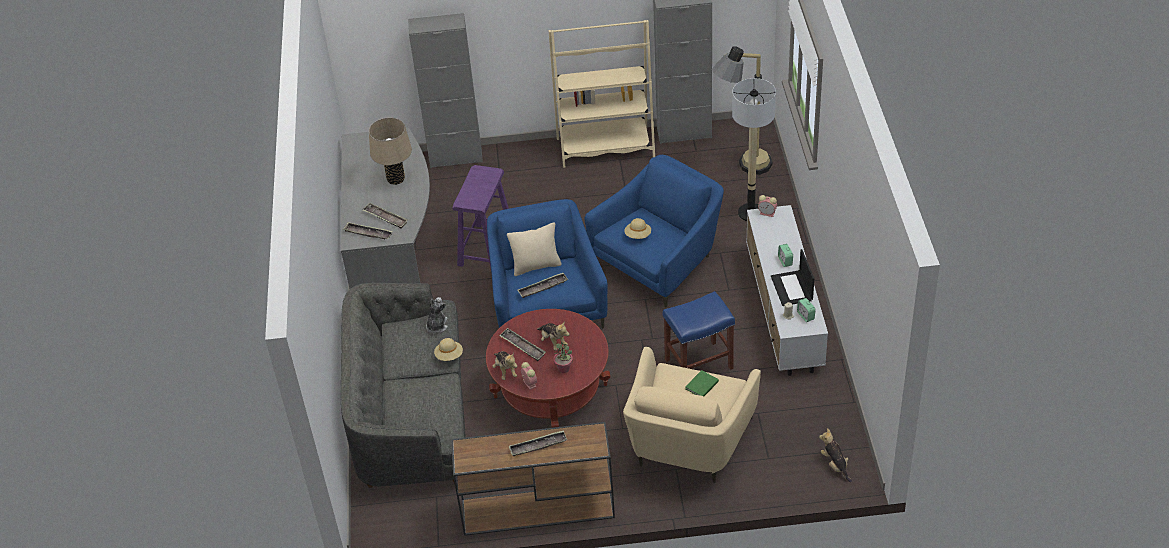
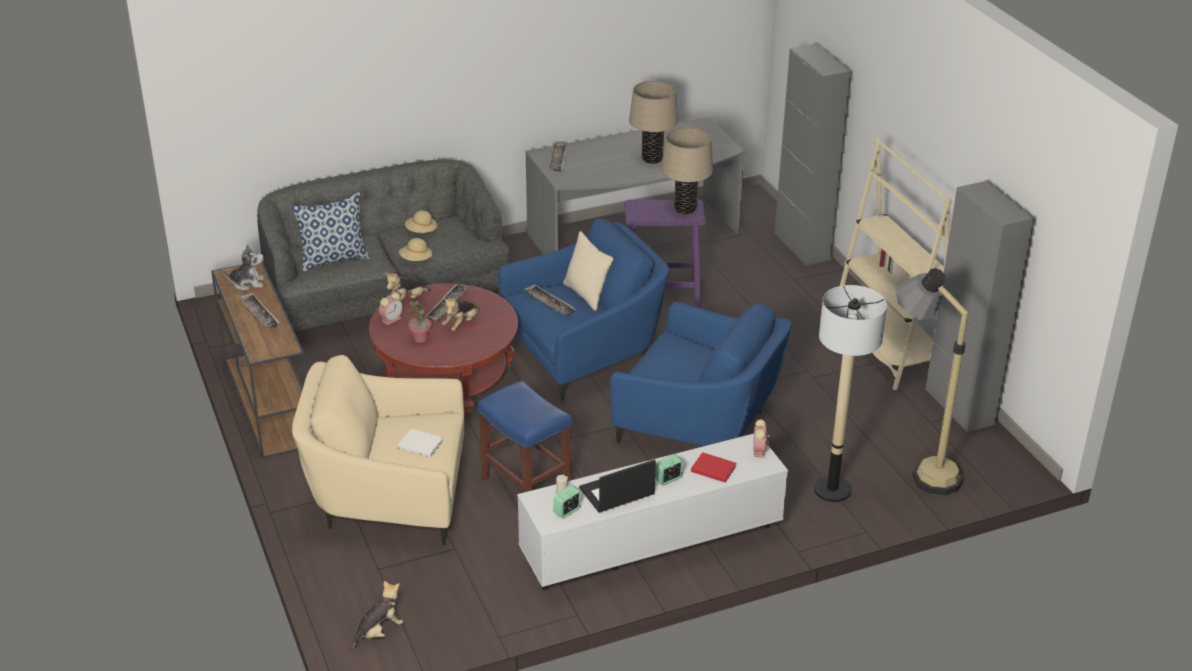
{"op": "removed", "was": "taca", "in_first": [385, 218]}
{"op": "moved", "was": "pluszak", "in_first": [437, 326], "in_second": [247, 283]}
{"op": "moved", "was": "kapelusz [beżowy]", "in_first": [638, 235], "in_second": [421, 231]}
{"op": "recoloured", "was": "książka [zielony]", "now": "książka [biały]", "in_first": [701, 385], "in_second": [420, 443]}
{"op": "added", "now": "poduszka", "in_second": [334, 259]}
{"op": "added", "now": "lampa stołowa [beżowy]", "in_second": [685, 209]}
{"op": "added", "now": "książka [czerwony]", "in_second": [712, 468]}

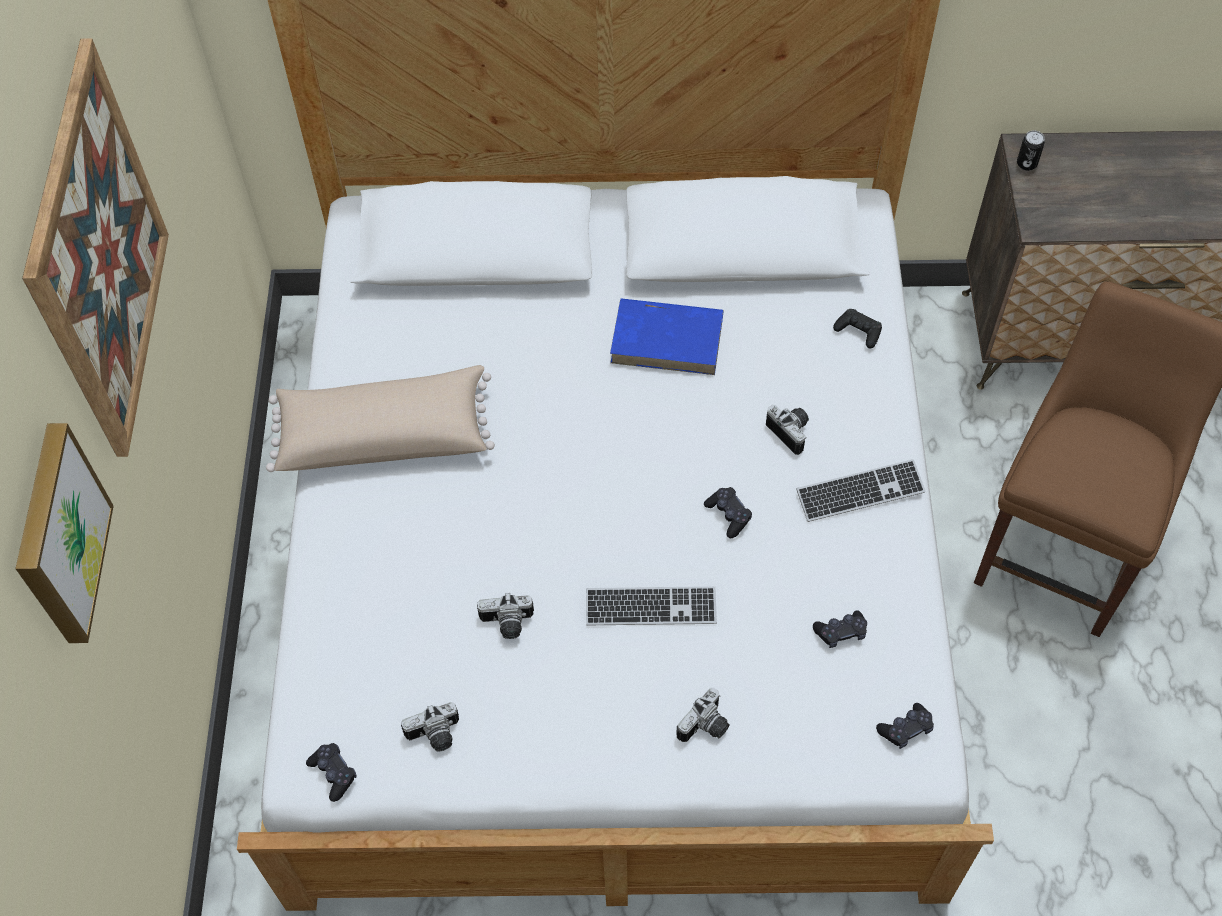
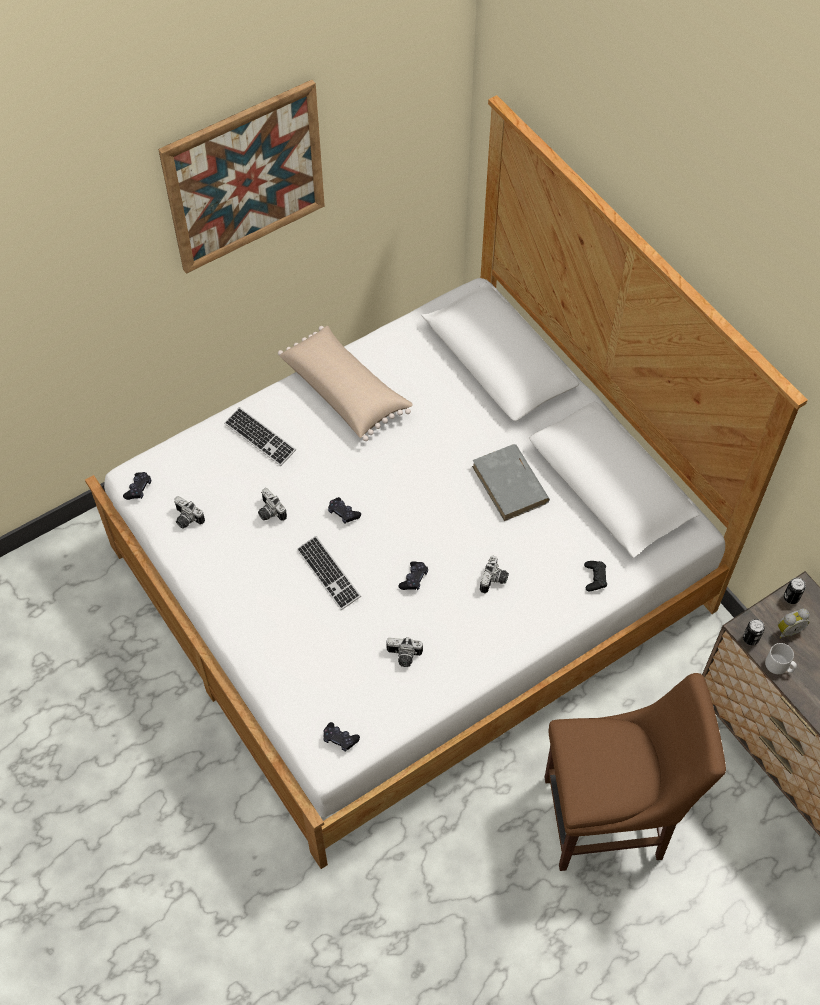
{"op": "removed", "was": "obraz", "in_first": [58, 535]}
{"op": "recoloured", "was": "książka [niebieski]", "now": "książka [szary]", "in_first": [668, 339], "in_second": [510, 485]}
{"op": "moved", "was": "aparat fotograficzny", "in_first": [706, 727], "in_second": [403, 657]}
{"op": "moved", "was": "klawiatura", "in_first": [860, 492], "in_second": [260, 438]}
{"op": "moved", "was": "pad do gier [czarny]", "in_first": [841, 632], "in_second": [343, 513]}
{"op": "added", "now": "puszka", "in_second": [750, 639]}
{"op": "added", "now": "kubek [szary]", "in_second": [779, 666]}
{"op": "added", "now": "budzik", "in_second": [788, 630]}

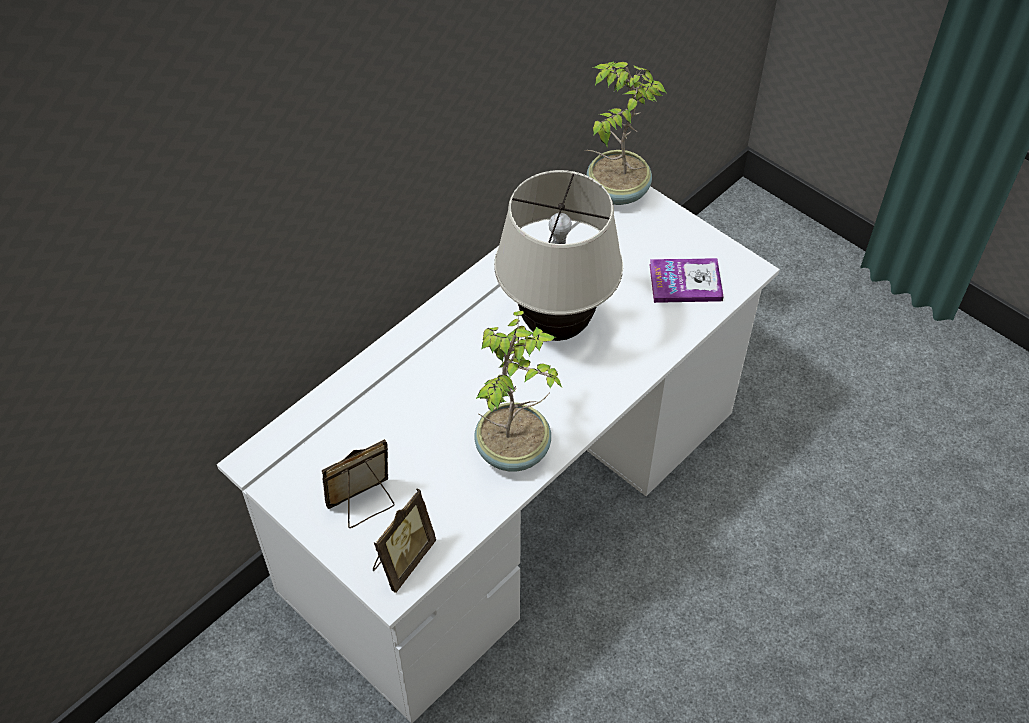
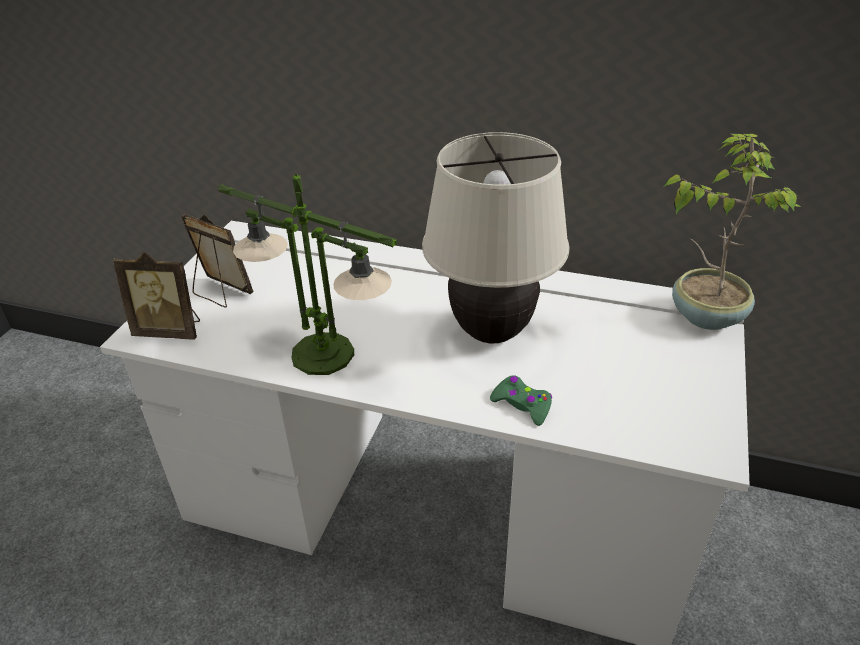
{"op": "replaced", "was": "roślina doniczkowa", "now": "lampa stołowa", "in_first": [515, 449], "in_second": [324, 355]}
{"op": "removed", "was": "książka", "in_first": [685, 282]}
{"op": "added", "now": "pad do gier [zielony]", "in_second": [522, 405]}

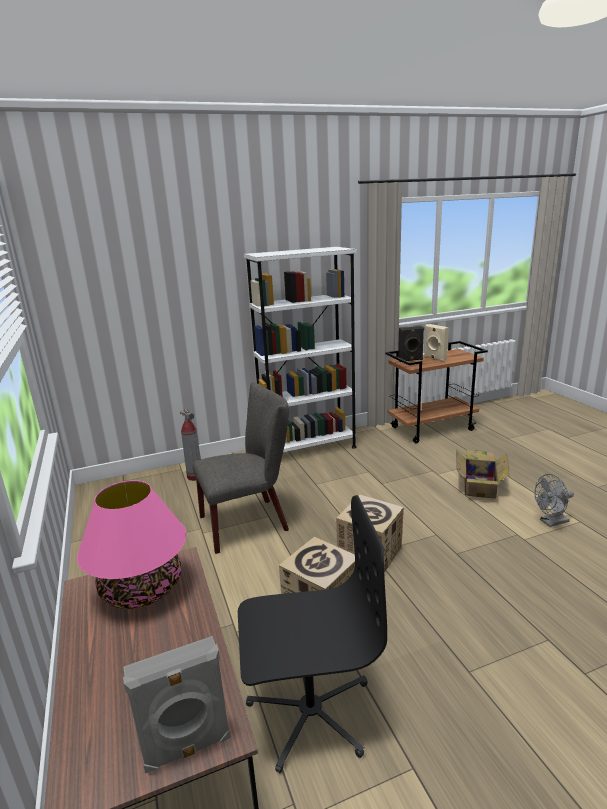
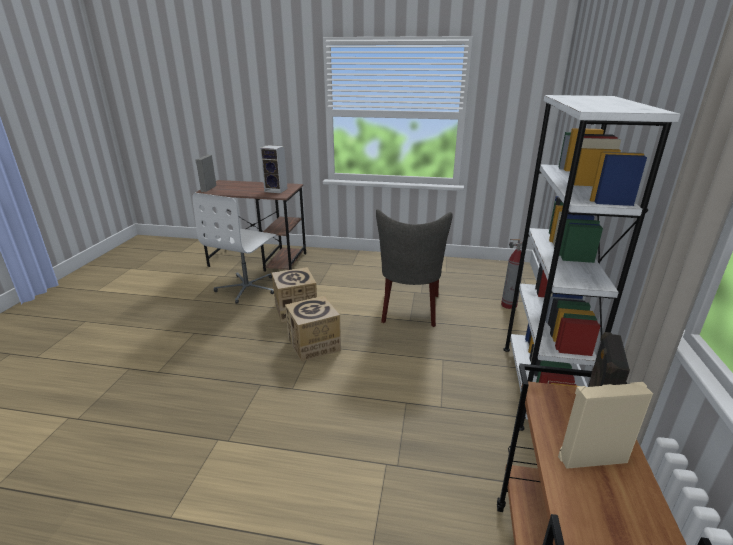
{"op": "replaced", "was": "lampa stołowa [różowy]", "now": "głośnik", "in_first": [141, 588], "in_second": [277, 190]}
{"op": "recoloured", "was": "krzesło biurowe [czarny]", "now": "krzesło biurowe [biały]", "in_first": [310, 711], "in_second": [247, 288]}
{"op": "removed", "was": "karton", "in_first": [480, 485]}
{"op": "removed", "was": "wentylator [szary]", "in_first": [551, 522]}

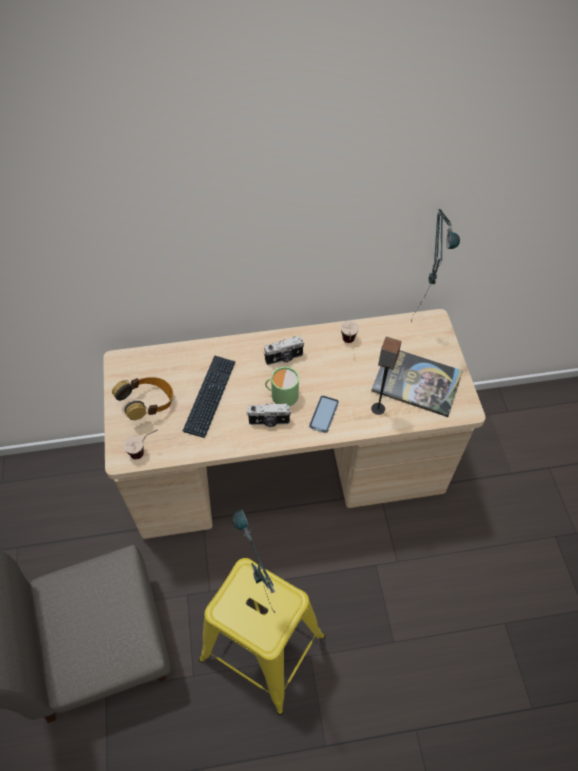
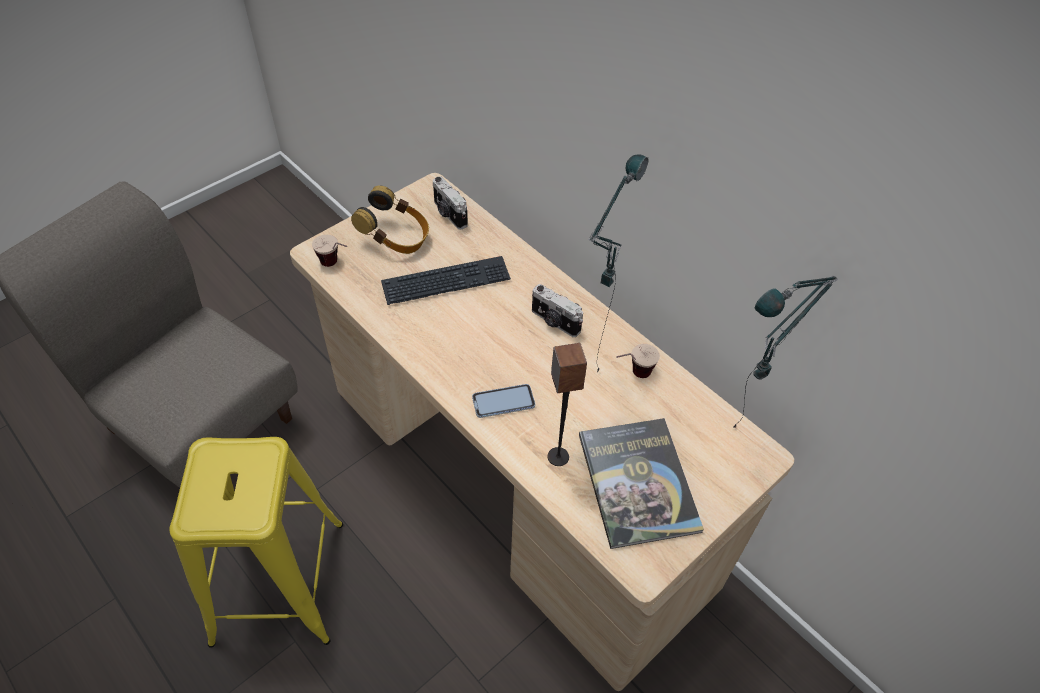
{"op": "moved", "was": "lampa stołowa", "in_first": [262, 607], "in_second": [593, 358]}
{"op": "moved", "was": "aparat fotograficzny", "in_first": [269, 422], "in_second": [449, 214]}
{"op": "removed", "was": "kubek [zielony]", "in_first": [282, 394]}

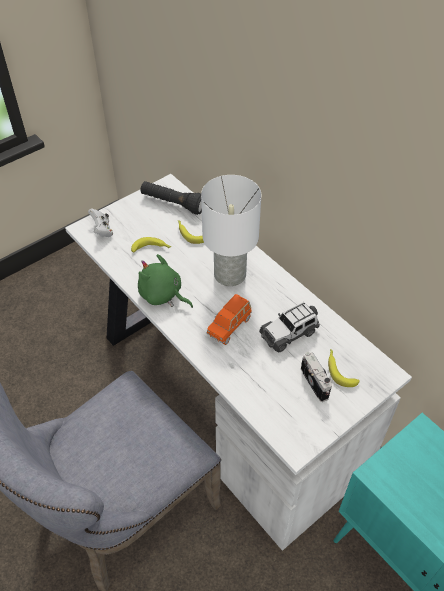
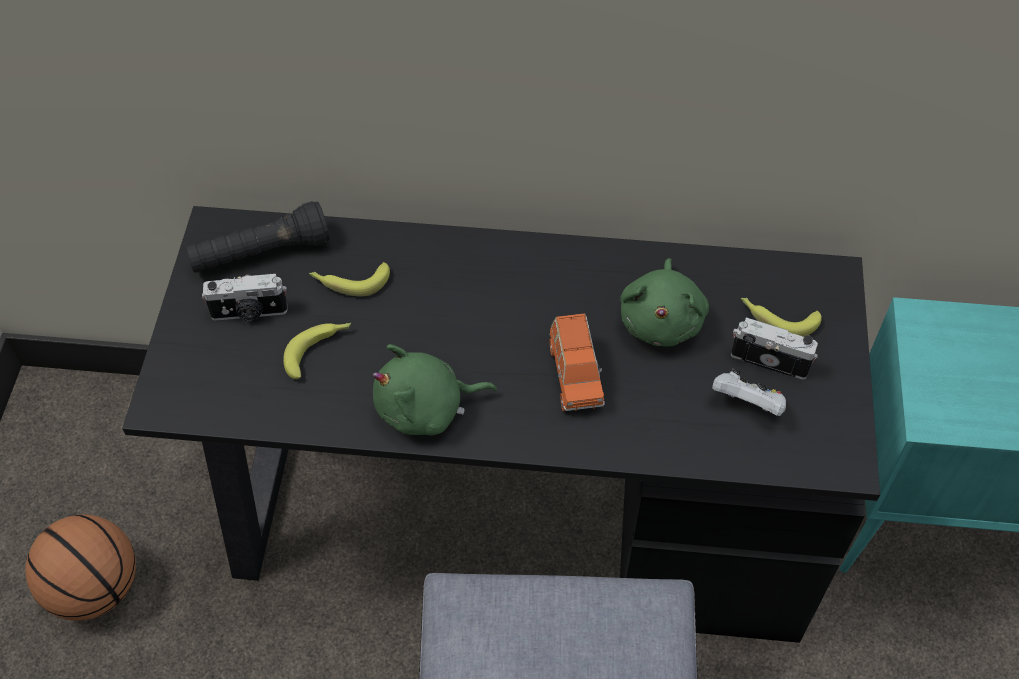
{"op": "recoloured", "was": "biurko [biały]", "now": "biurko [czarny]", "in_first": [222, 397], "in_second": [509, 513]}
{"op": "moved", "was": "pad do gier [biały]", "in_first": [102, 230], "in_second": [747, 404]}
{"op": "removed", "was": "lampa stołowa [biały]", "in_first": [231, 275]}
{"op": "replaced", "was": "samochodzik", "now": "pluszak [zielony]", "in_first": [289, 333], "in_second": [662, 319]}
{"op": "added", "now": "piłka do koszykówki", "in_second": [95, 588]}
{"op": "added", "now": "aparat fotograficzny", "in_second": [249, 313]}

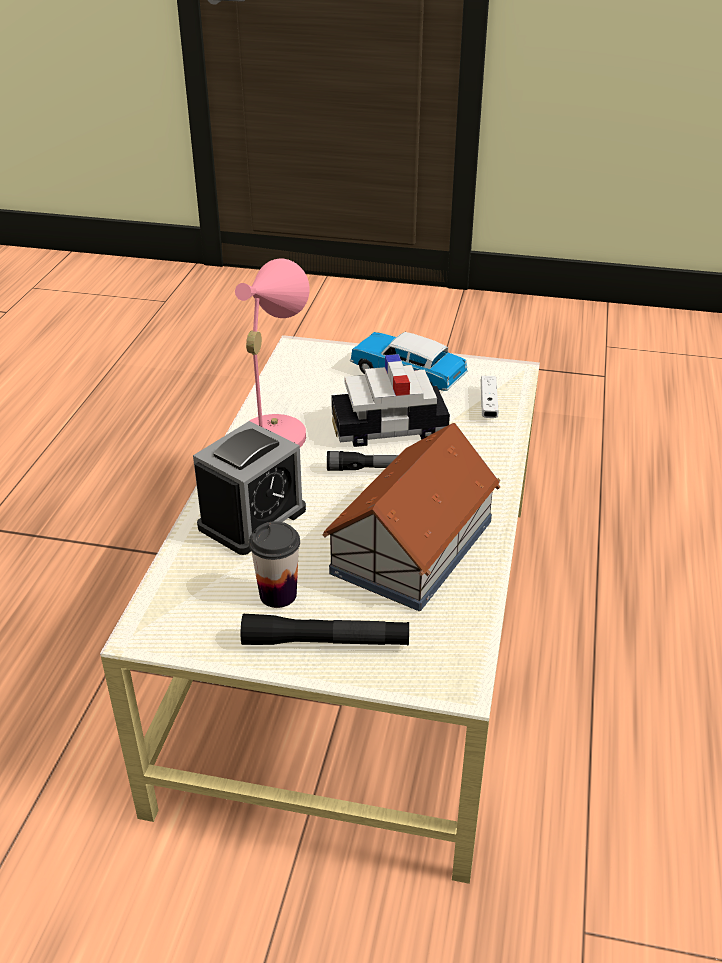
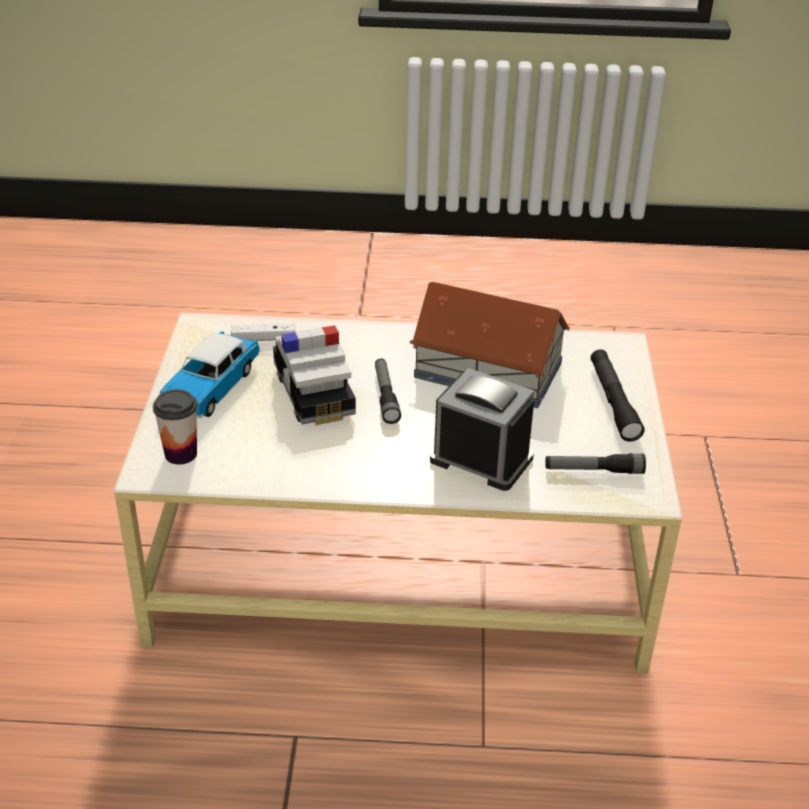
{"op": "removed", "was": "lampa stołowa [różowy]", "in_first": [274, 431]}
{"op": "moved", "was": "filiżanka", "in_first": [278, 594], "in_second": [181, 454]}
{"op": "added", "now": "latarka", "in_second": [593, 470]}

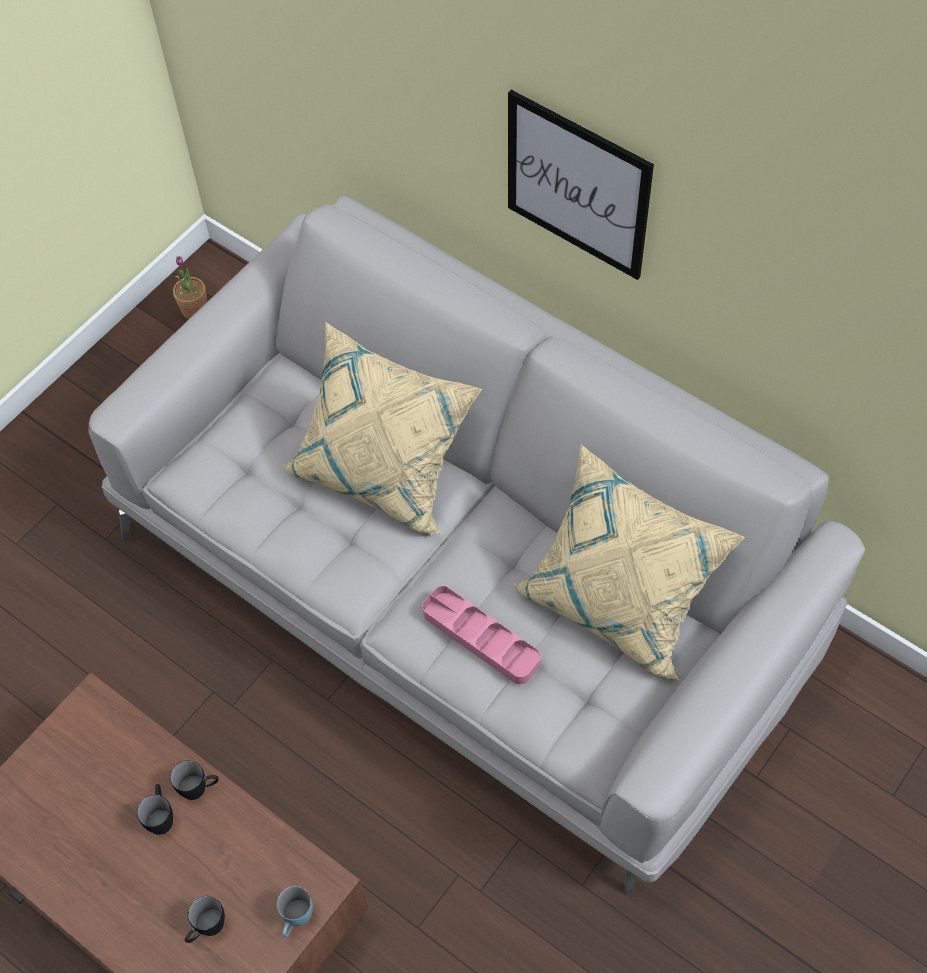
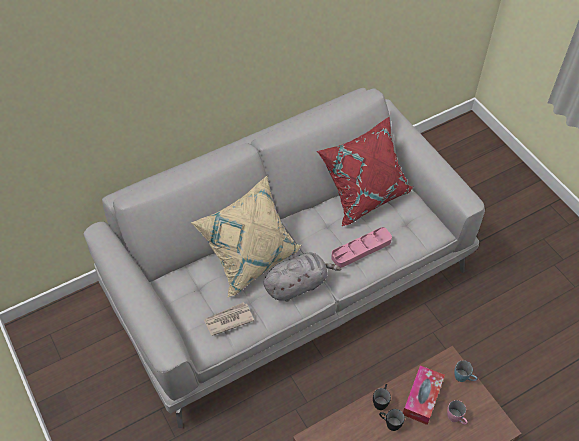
{"op": "removed", "was": "roślina doniczkowa", "in_first": [194, 309]}
{"op": "recoloured", "was": "kubek [czarny]", "now": "kubek [różowy]", "in_first": [207, 929], "in_second": [456, 418]}
{"op": "removed", "was": "obraz", "in_first": [577, 185]}
{"op": "recoloured", "was": "poduszka [beżowy]", "now": "poduszka [czerwony]", "in_first": [619, 600], "in_second": [364, 194]}
{"op": "added", "now": "gazeta", "in_second": [228, 320]}
{"op": "added", "now": "pluszak [szary]", "in_second": [298, 284]}
{"op": "added", "now": "pudełko chusteczek", "in_second": [422, 398]}

